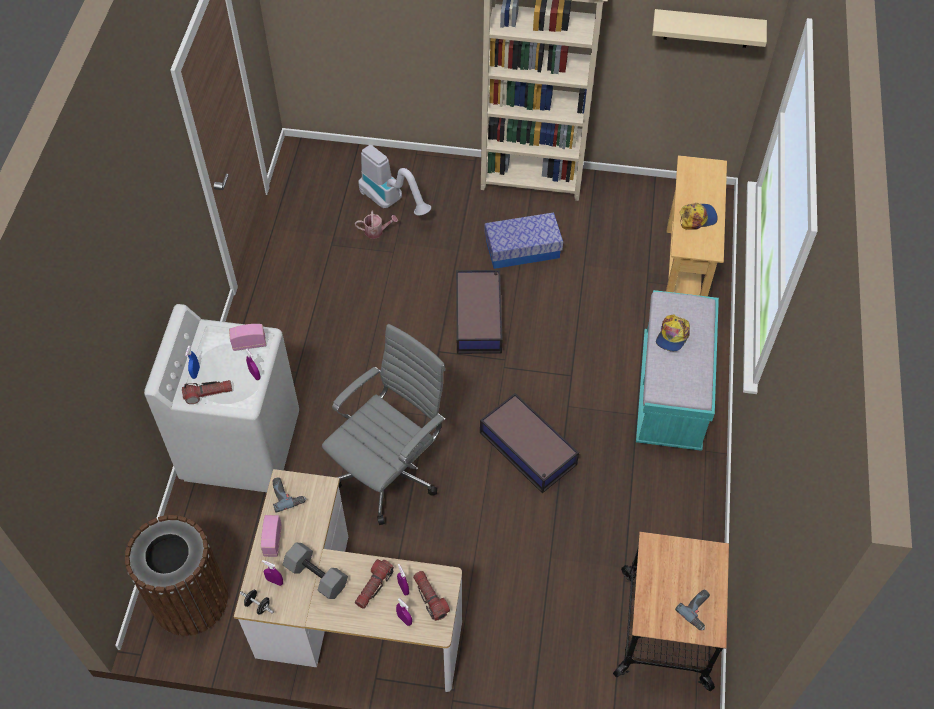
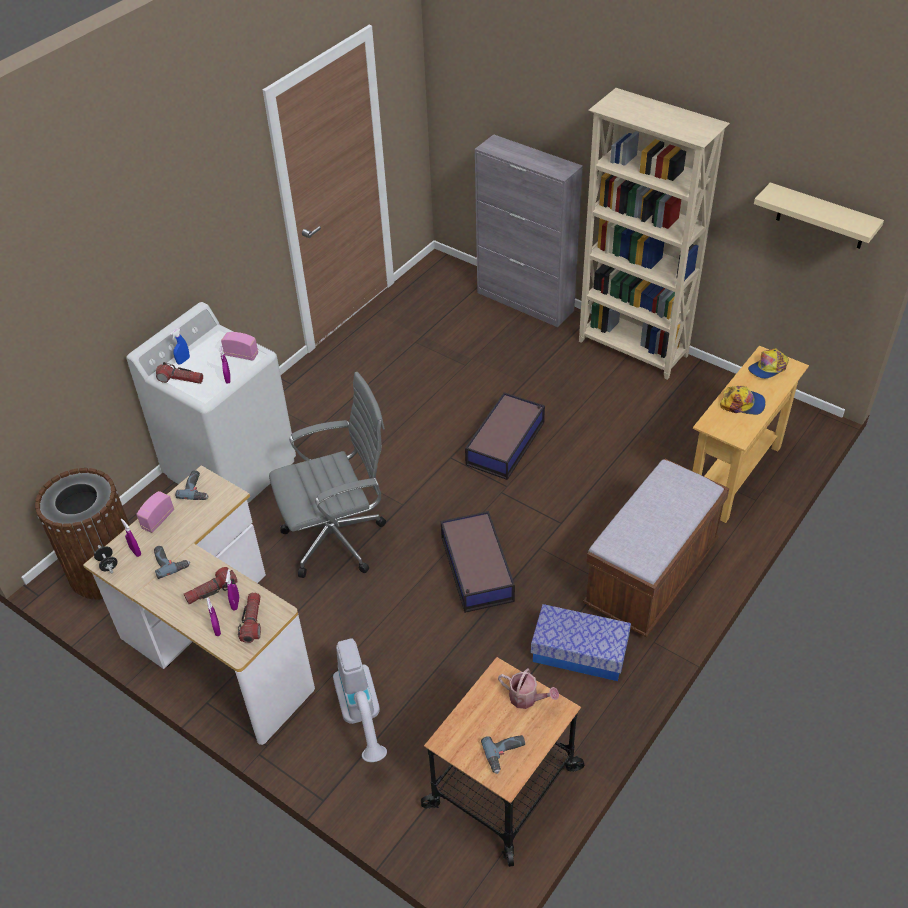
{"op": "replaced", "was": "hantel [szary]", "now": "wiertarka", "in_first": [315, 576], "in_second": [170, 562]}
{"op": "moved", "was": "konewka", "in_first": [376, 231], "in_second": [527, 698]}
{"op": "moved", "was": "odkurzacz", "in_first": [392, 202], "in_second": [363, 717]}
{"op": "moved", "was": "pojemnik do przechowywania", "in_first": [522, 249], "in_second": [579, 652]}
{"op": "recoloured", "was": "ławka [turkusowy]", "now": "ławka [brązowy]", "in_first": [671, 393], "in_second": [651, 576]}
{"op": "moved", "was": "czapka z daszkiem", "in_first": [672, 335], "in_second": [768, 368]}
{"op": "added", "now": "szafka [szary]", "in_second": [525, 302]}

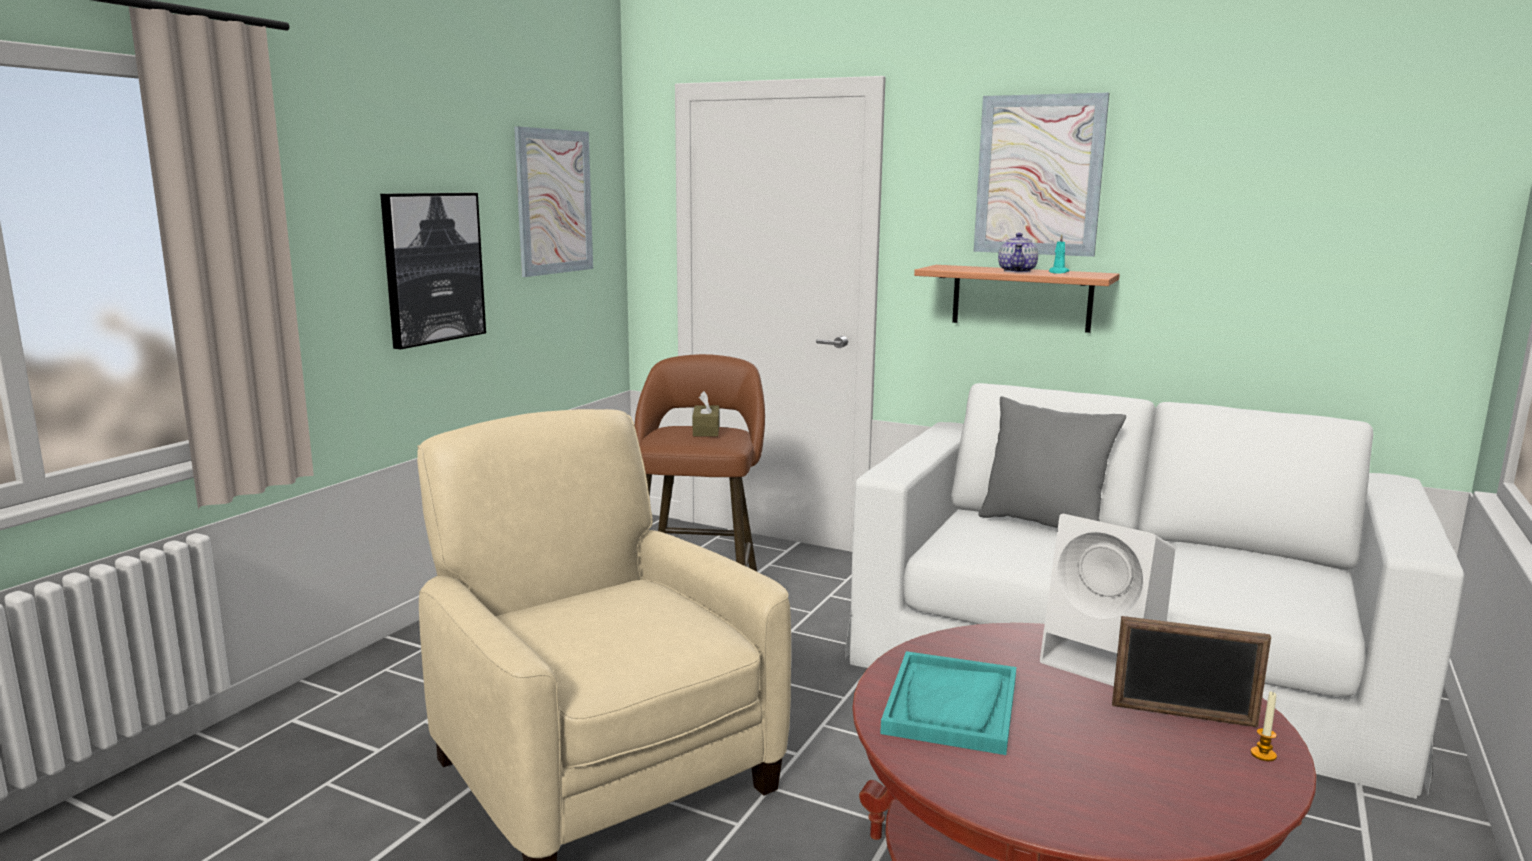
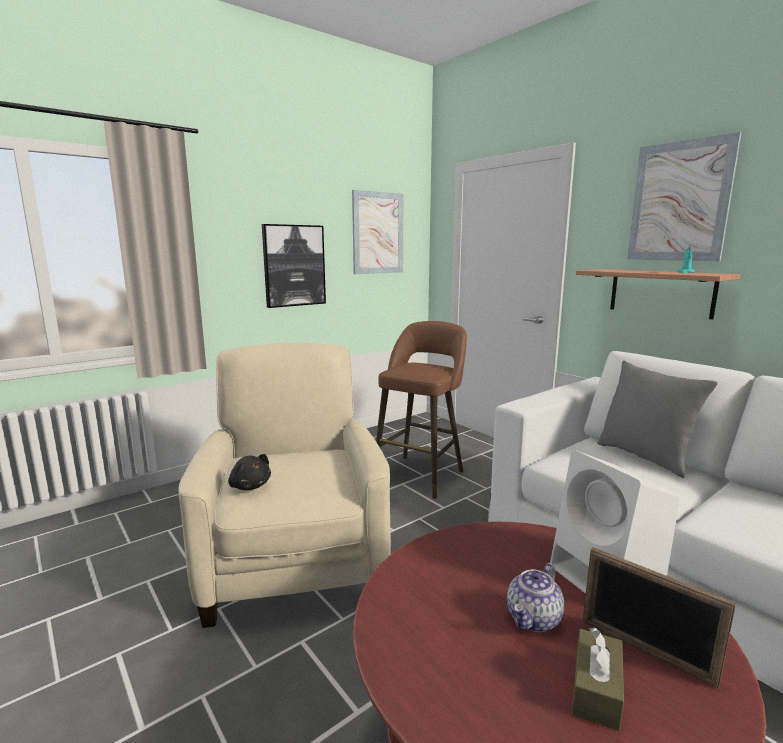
{"op": "moved", "was": "pudełko chusteczek [brązowy]", "in_first": [706, 430], "in_second": [596, 689]}
{"op": "removed", "was": "taca [turkusowy]", "in_first": [951, 706]}
{"op": "moved", "was": "imbryk", "in_first": [1017, 271], "in_second": [534, 619]}
{"op": "removed", "was": "świeca", "in_first": [1263, 754]}
{"op": "added", "now": "pluszak [czarny]", "in_second": [249, 486]}

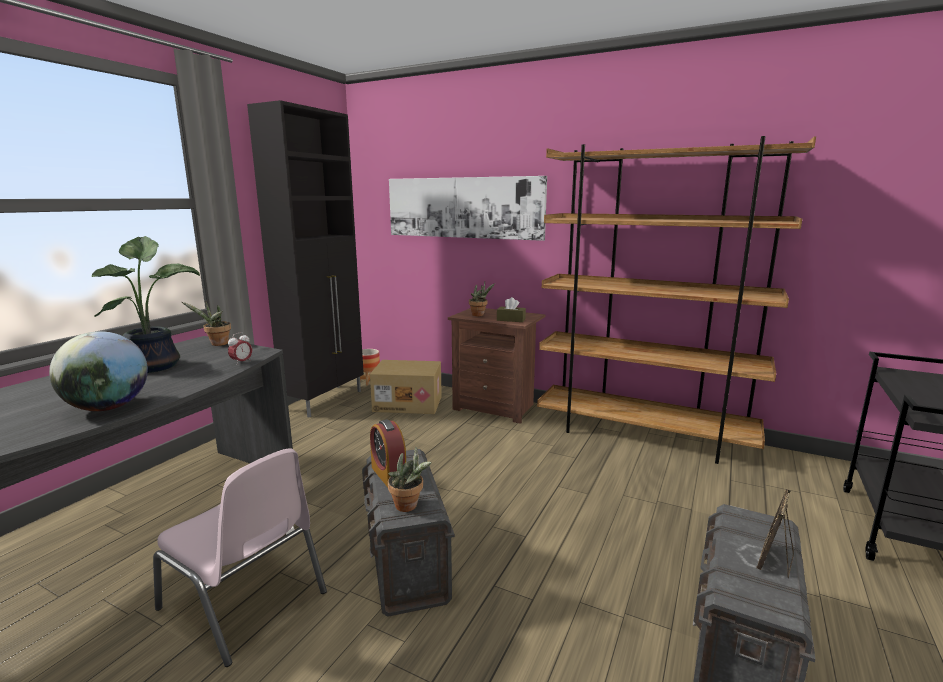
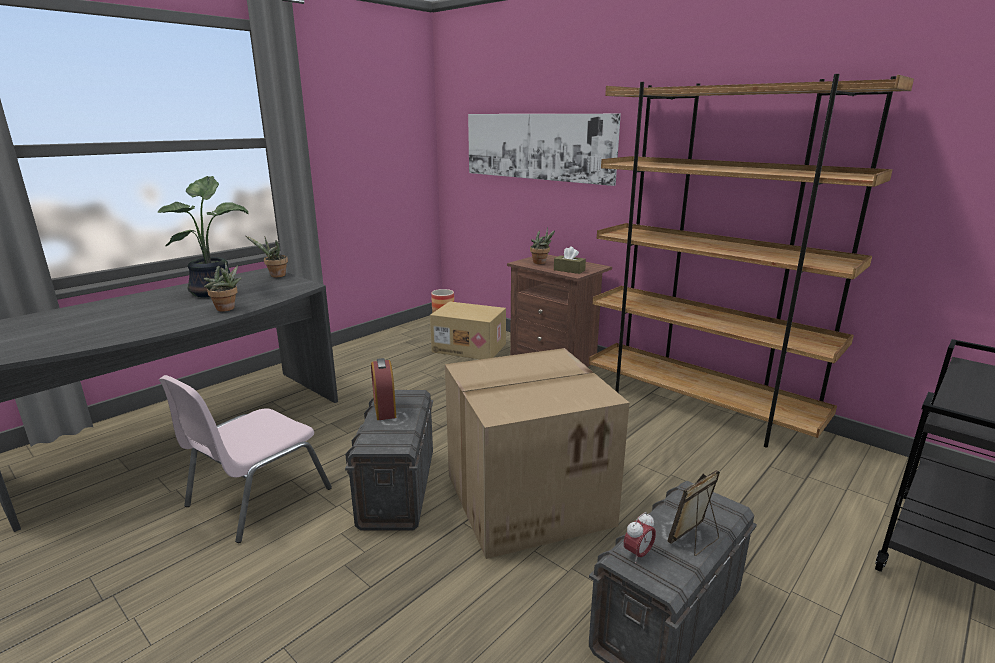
{"op": "removed", "was": "globus", "in_first": [108, 408]}
{"op": "turned", "was": "krzesło [różowy]", "in_first": [245, 601], "in_second": [256, 498], "clockwise": 75}
{"op": "moved", "was": "budzik", "in_first": [241, 362], "in_second": [638, 554]}
{"op": "removed", "was": "szafka [czarny]", "in_first": [326, 400]}
{"op": "moved", "was": "roślina doniczkowa", "in_first": [409, 506], "in_second": [227, 309]}
{"op": "added", "now": "karton", "in_second": [529, 497]}

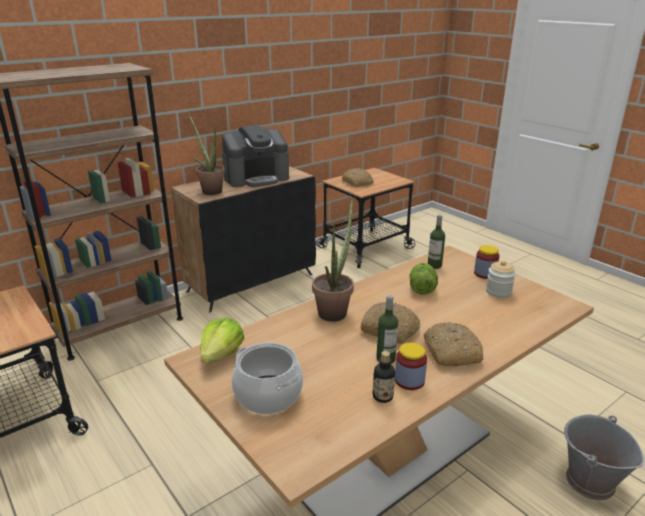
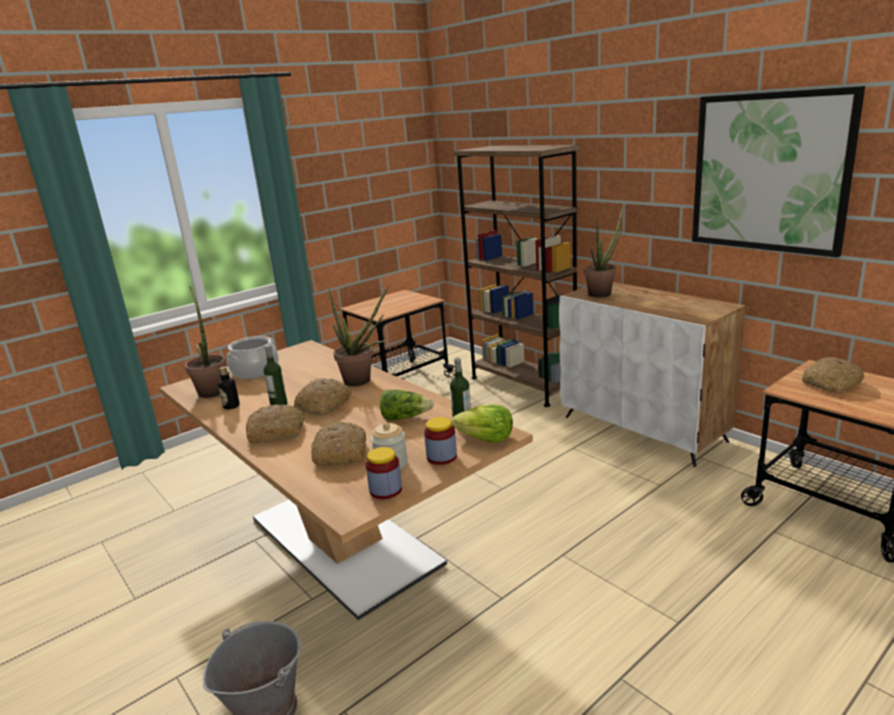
{"op": "recoloured", "was": "szafka [czarny]", "now": "szafka [biały]", "in_first": [251, 282], "in_second": [644, 429]}
{"op": "moved", "was": "sałata", "in_first": [221, 354], "in_second": [486, 439]}
{"op": "removed", "was": "ekspres do kawy", "in_first": [256, 178]}
{"op": "moved", "was": "słoik", "in_first": [409, 380], "in_second": [385, 490]}
{"op": "added", "now": "roślina doniczkowa", "in_second": [212, 390]}
{"op": "added", "now": "chleb", "in_second": [340, 453]}
{"op": "added", "now": "obraz", "in_second": [769, 172]}

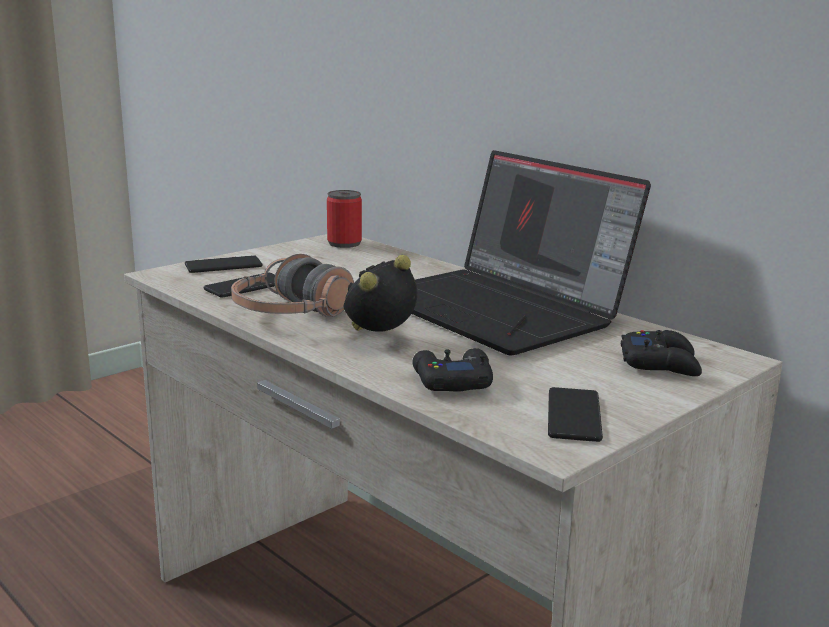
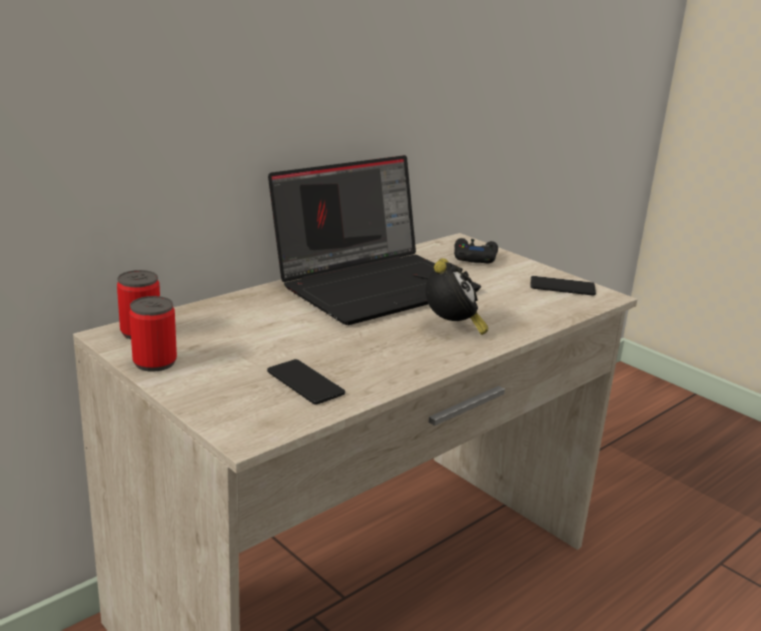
{"op": "removed", "was": "telefon", "in_first": [223, 266]}
{"op": "removed", "was": "słuchawki", "in_first": [291, 314]}
{"op": "turned", "was": "budzik", "in_first": [380, 340], "in_second": [452, 328], "clockwise": -135}
{"op": "removed", "was": "pad do gier [czarny]", "in_first": [451, 381]}
{"op": "added", "now": "puszka", "in_second": [155, 362]}

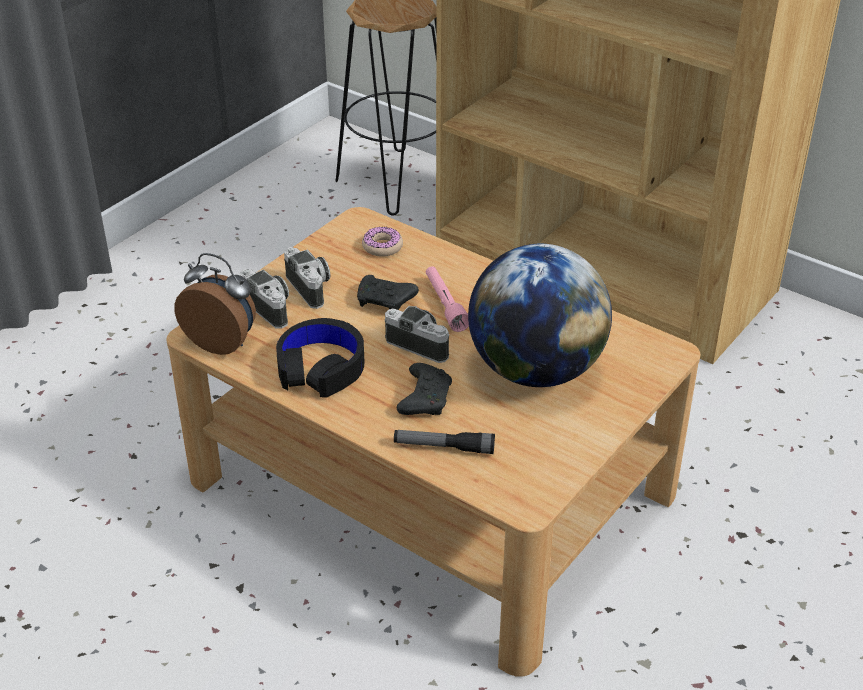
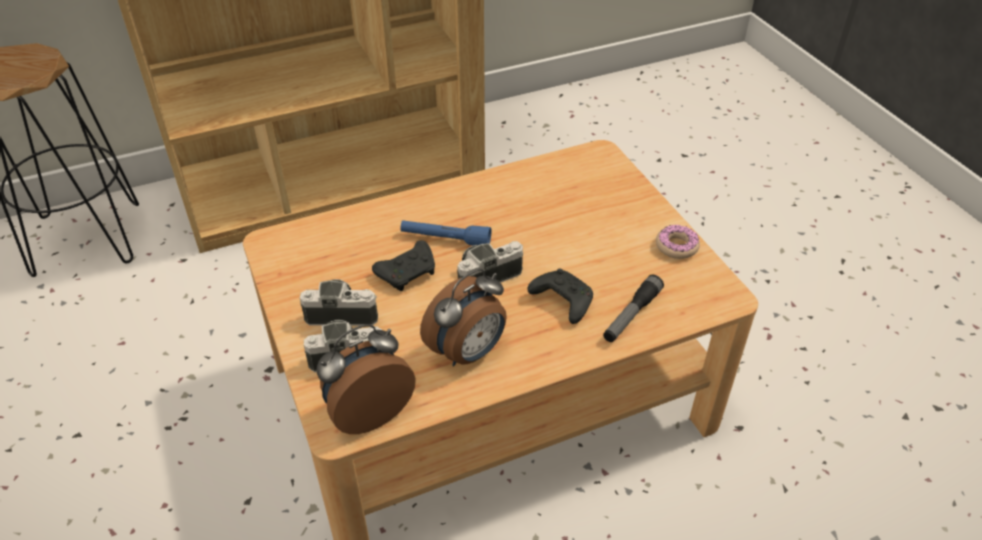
{"op": "replaced", "was": "słuchawki [czarny]", "now": "budzik", "in_first": [320, 368], "in_second": [468, 352]}
{"op": "moved", "was": "donut", "in_first": [382, 247], "in_second": [676, 246]}
{"op": "recoloured", "was": "latarka [różowy]", "now": "latarka [niebieski]", "in_first": [445, 305], "in_second": [445, 239]}
{"op": "removed", "was": "globus", "in_first": [535, 370]}

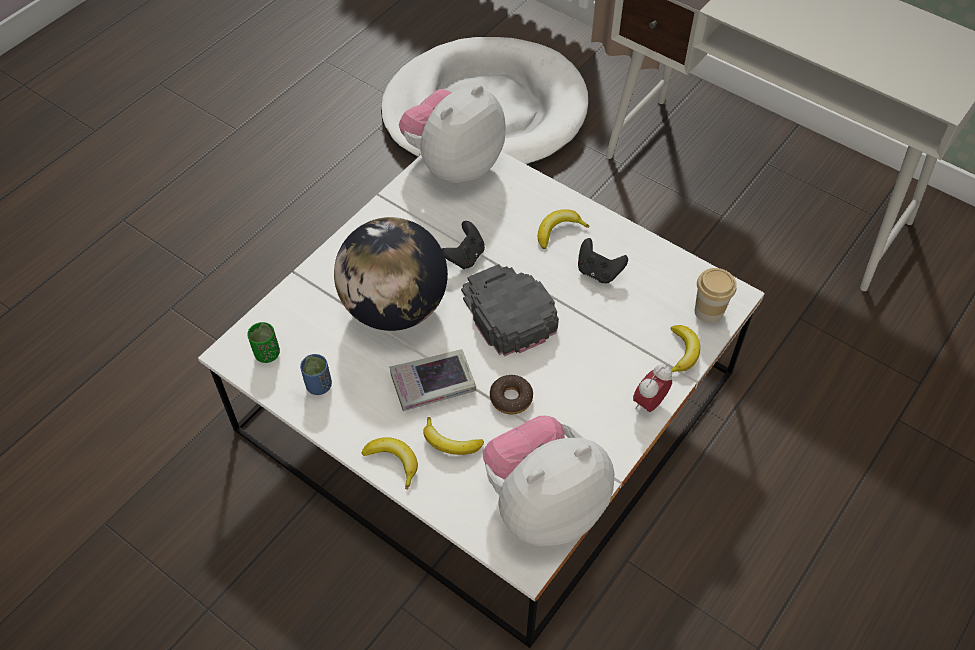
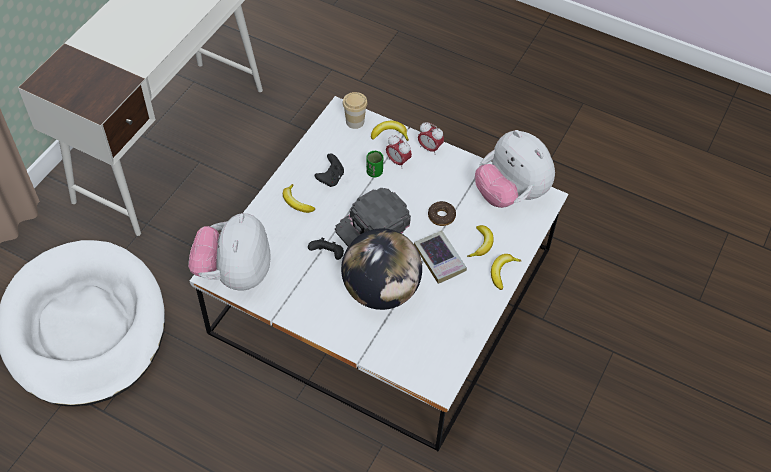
{"op": "moved", "was": "filiżanka [zielony]", "in_first": [267, 354], "in_second": [374, 172]}
{"op": "removed", "was": "filiżanka [niebieski]", "in_first": [319, 385]}
{"op": "turned", "was": "pluszak", "in_first": [454, 164], "in_second": [235, 273], "clockwise": 60}
{"op": "added", "now": "budzik", "in_second": [398, 161]}

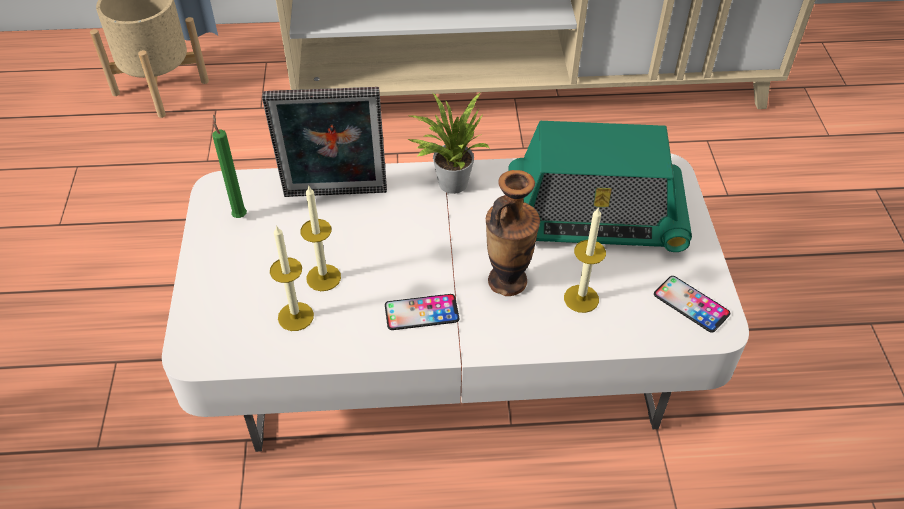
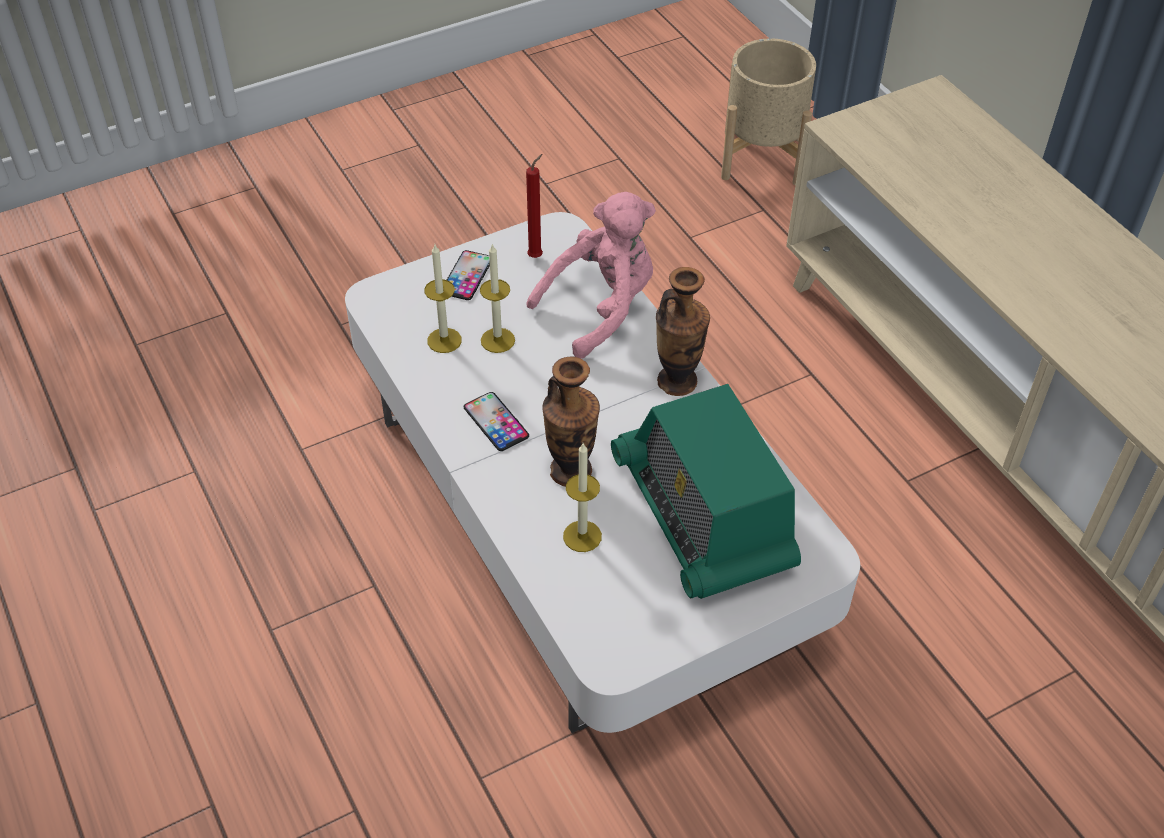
{"op": "recoloured", "was": "świeca [zielony]", "now": "świeca [czerwony]", "in_first": [239, 215], "in_second": [537, 256]}
{"op": "replaced", "was": "ramka na zdjęcie", "now": "pluszak [różowy]", "in_first": [335, 196], "in_second": [601, 308]}
{"op": "replaced", "was": "roślina doniczkowa", "now": "wazon", "in_first": [449, 181], "in_second": [677, 381]}
{"op": "moved", "was": "telefon", "in_first": [691, 304], "in_second": [467, 276]}

